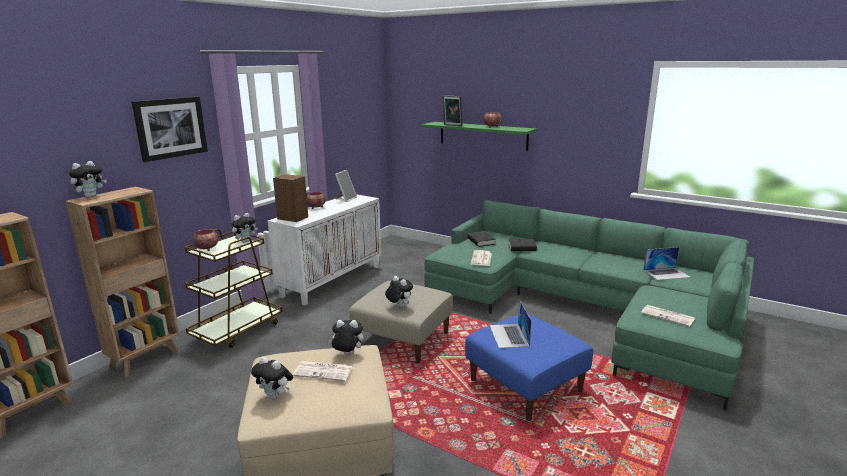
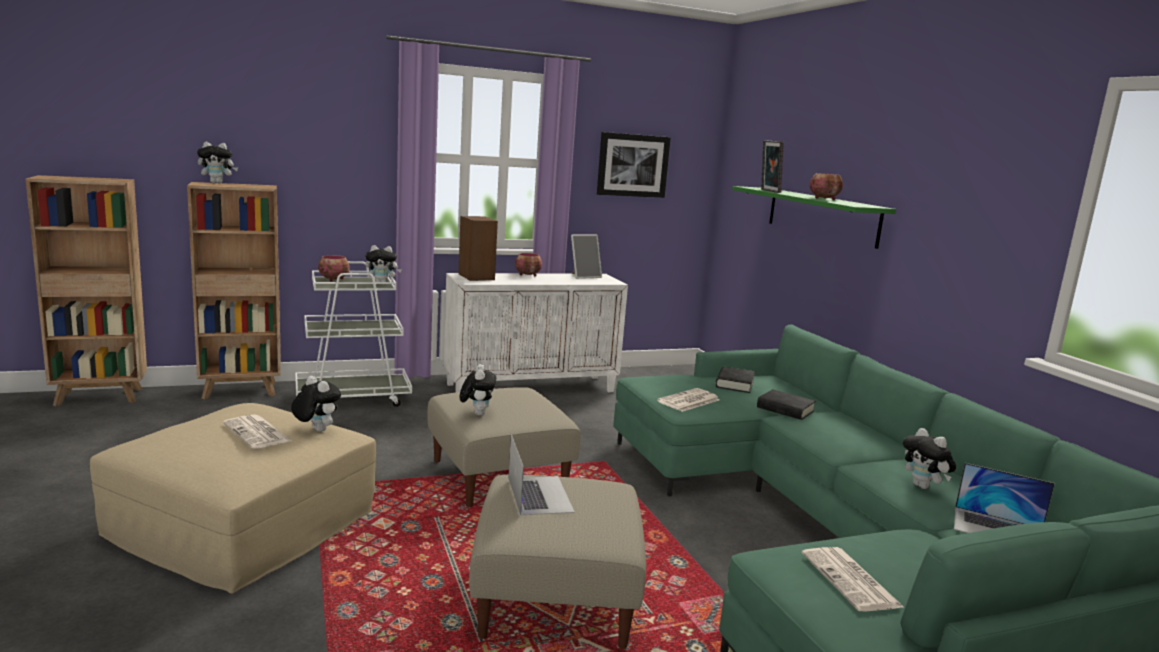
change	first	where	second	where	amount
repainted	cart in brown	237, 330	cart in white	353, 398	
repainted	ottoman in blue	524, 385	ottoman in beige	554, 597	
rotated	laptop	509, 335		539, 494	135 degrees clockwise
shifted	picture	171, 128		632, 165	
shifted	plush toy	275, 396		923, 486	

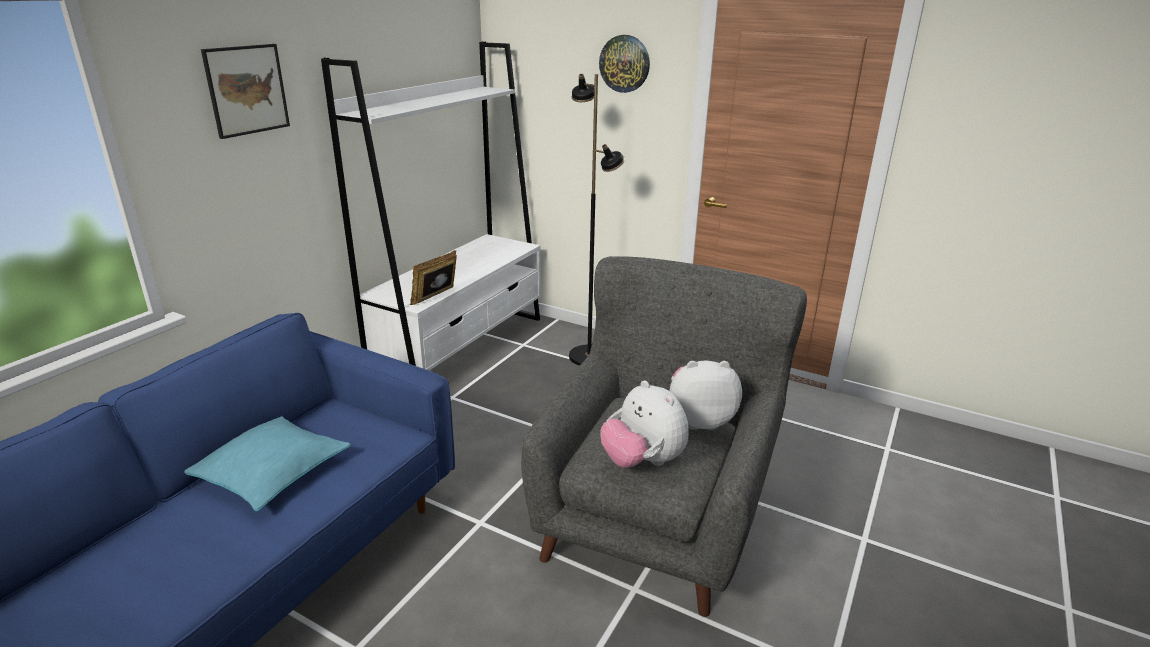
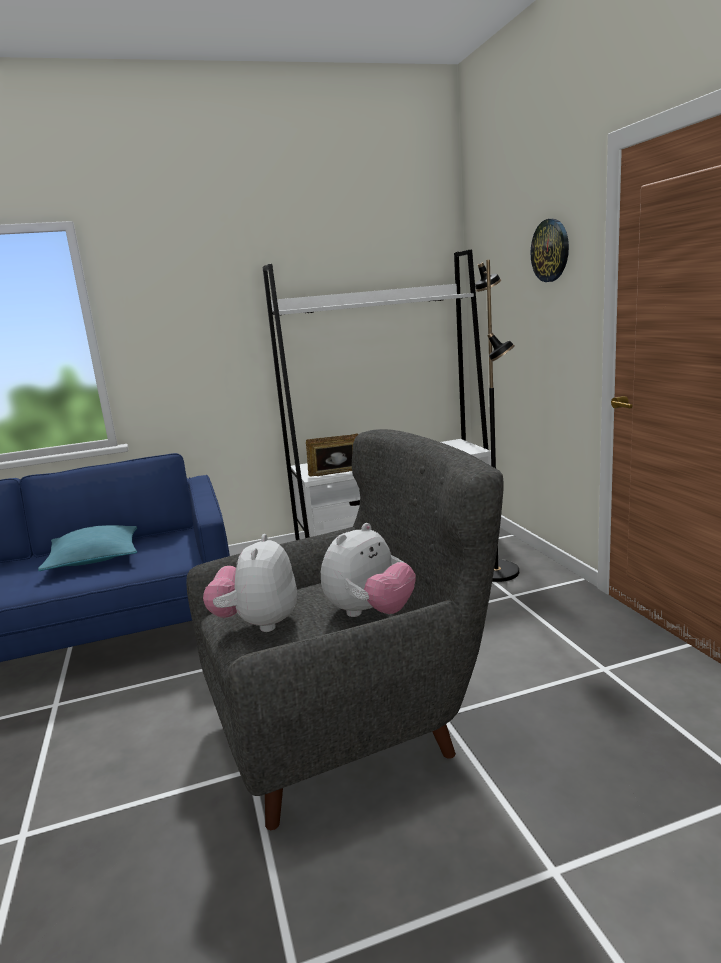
change	first	where	second	where	amount
rotated	plush toy	699, 420		370, 613	90 degrees clockwise
gone	picture	247, 90			

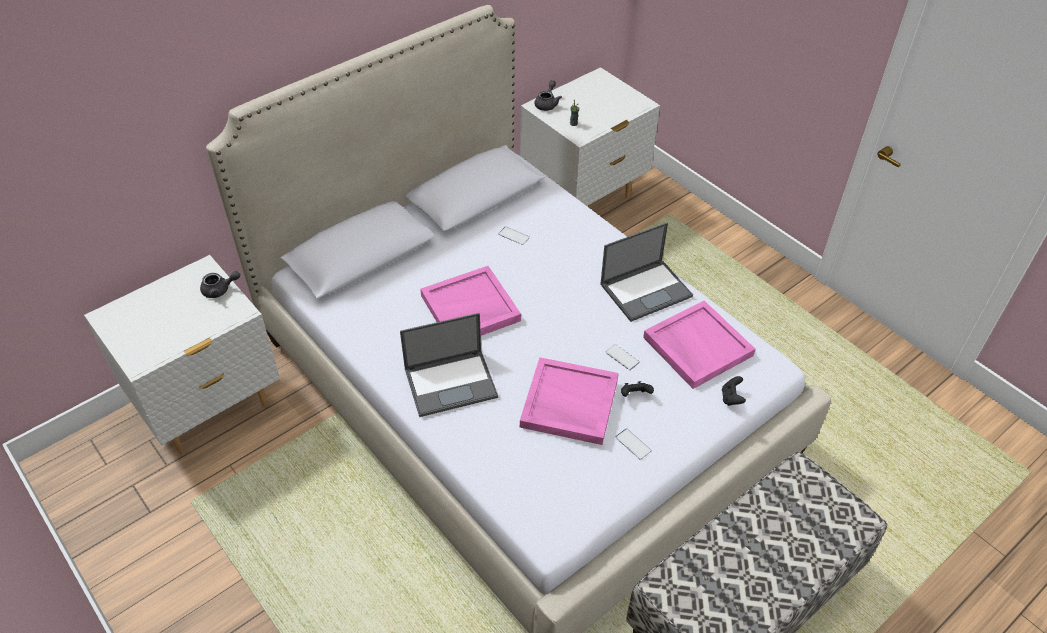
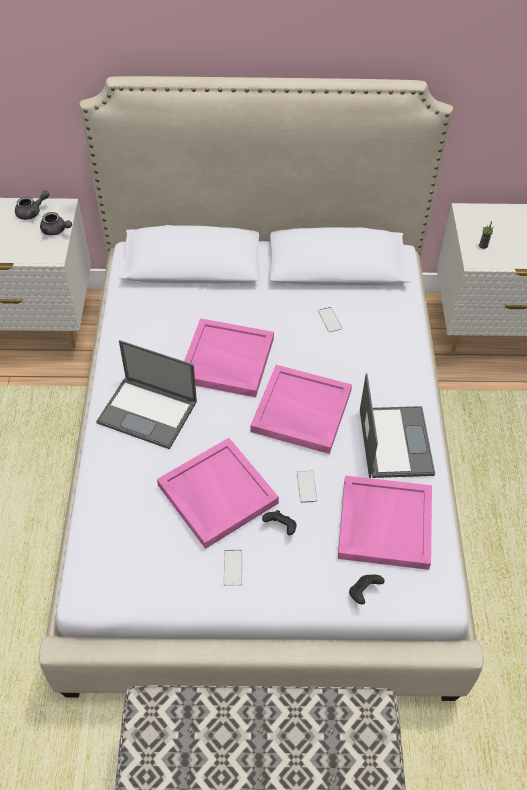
change	first	where	second	where	amount
shifted	teapot in grey	547, 104		32, 212	
new			tray in pink	300, 411	
rotated	laptop	646, 290		395, 441	105 degrees counterclockwise

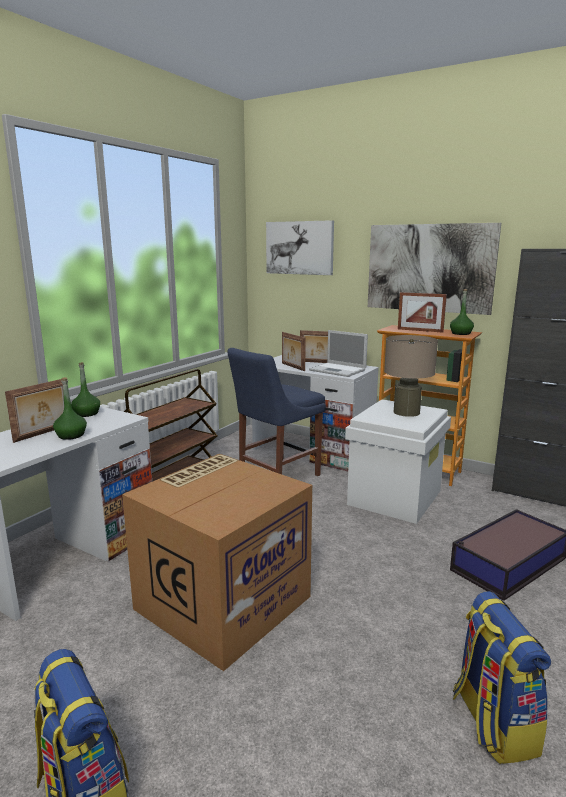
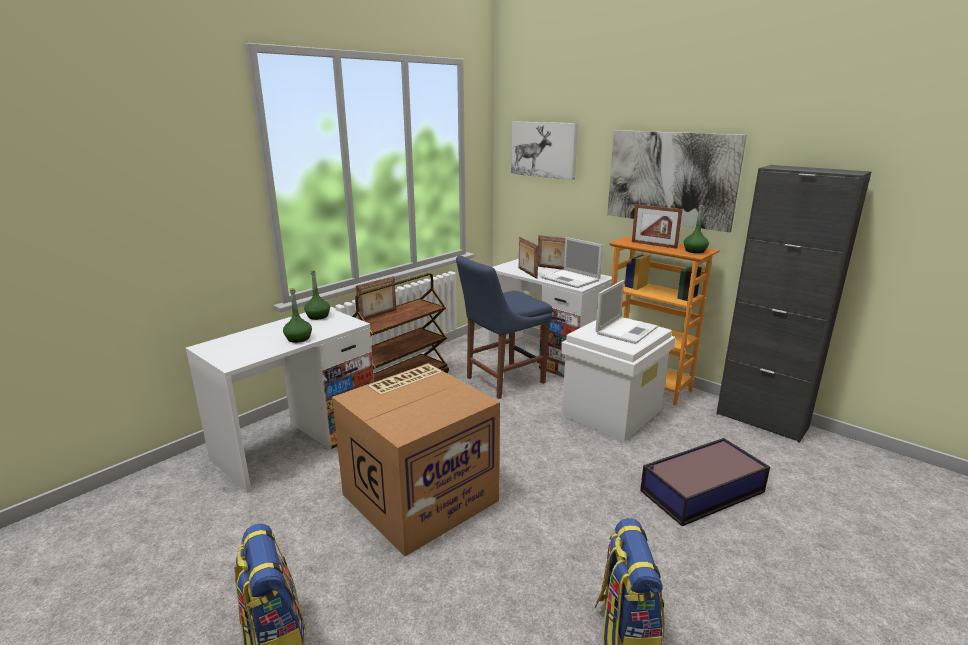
change	first	where	second	where	amount
shifted	picture frame	44, 433		378, 315	
swapped	table lamp in beige	406, 412	laptop	626, 330	

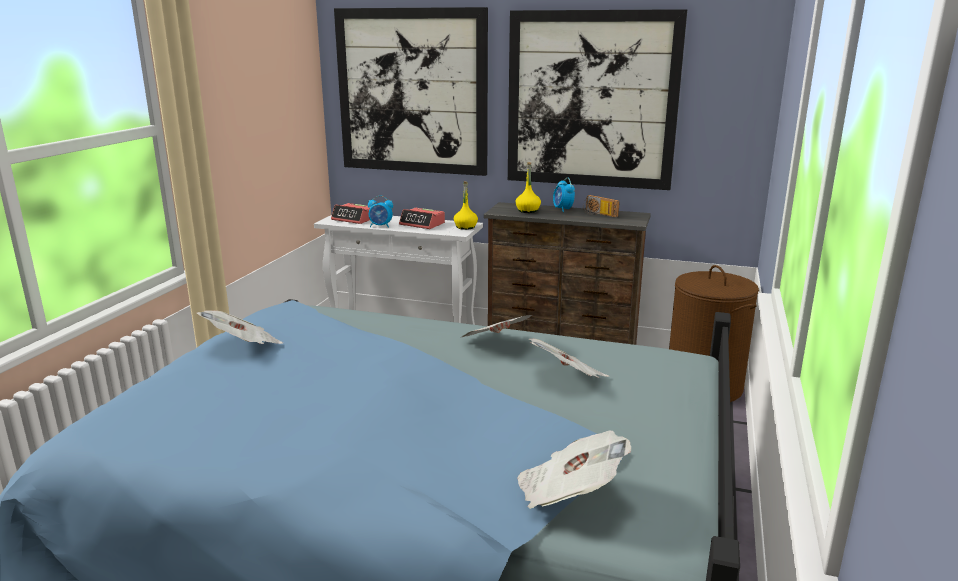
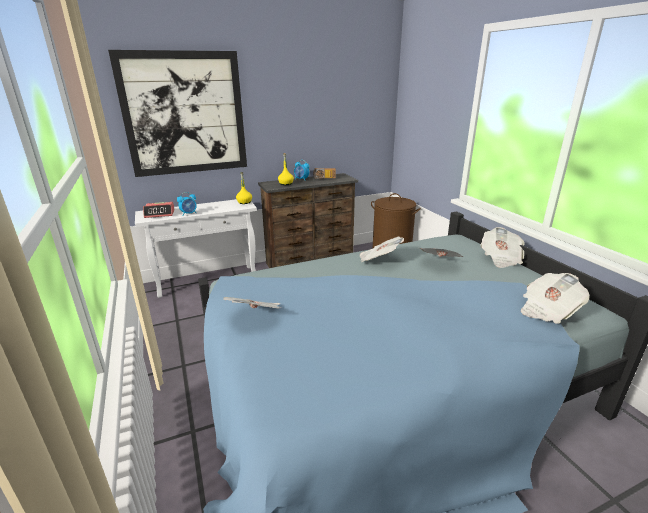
change	first	where	second	where	amount
new			newspaper	500, 258	
gone	alarm clock	422, 224			
gone	picture	591, 100			

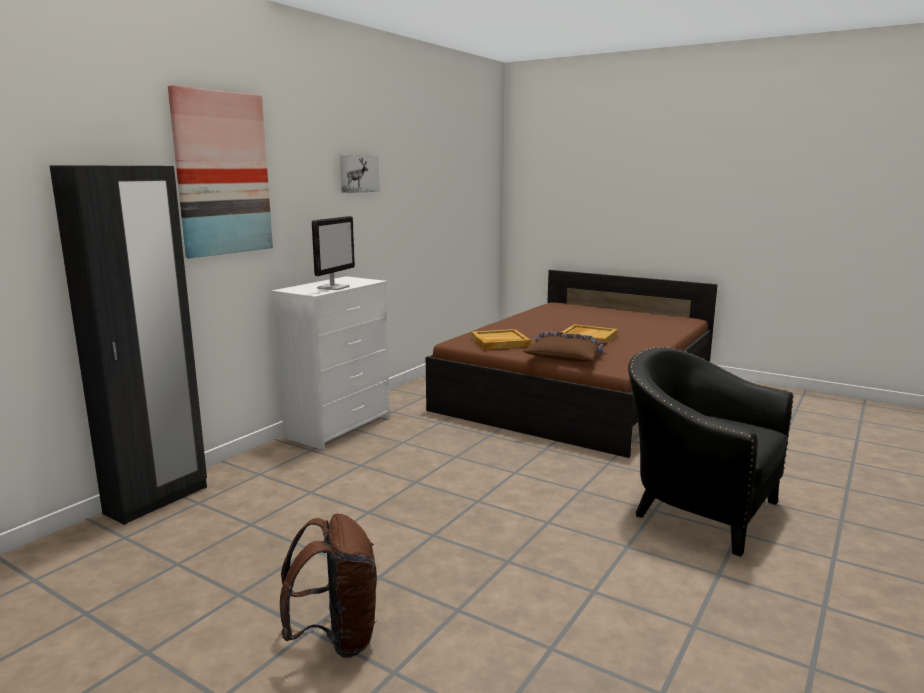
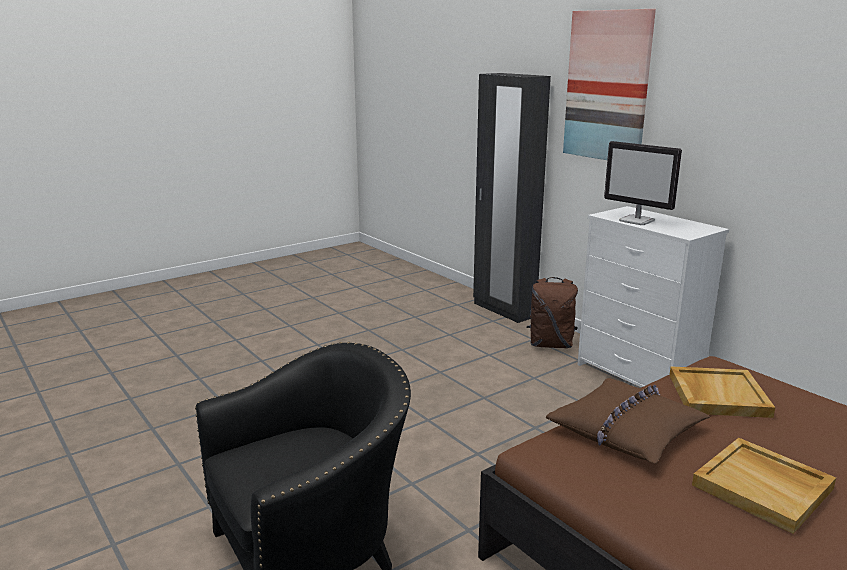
change	first	where	second	where	amount
shifted	backpack in brown	336, 638		551, 344	
gone	picture	358, 174			

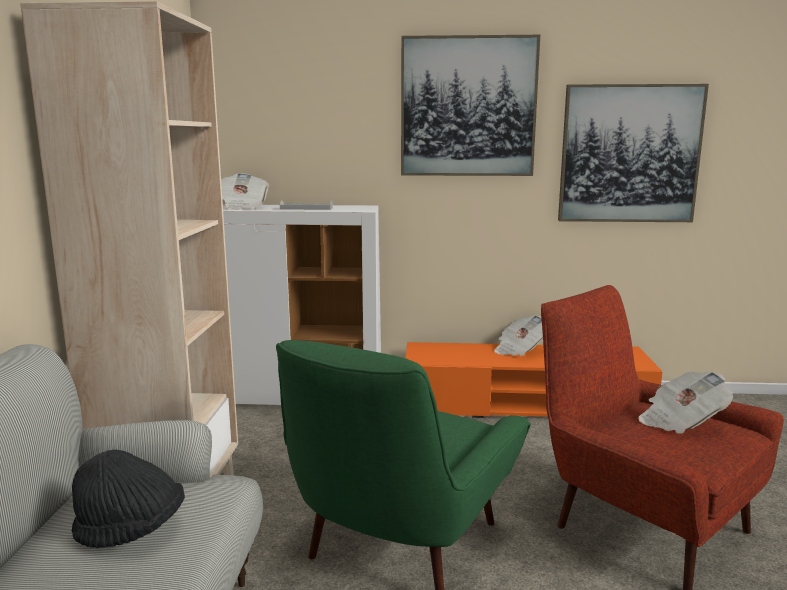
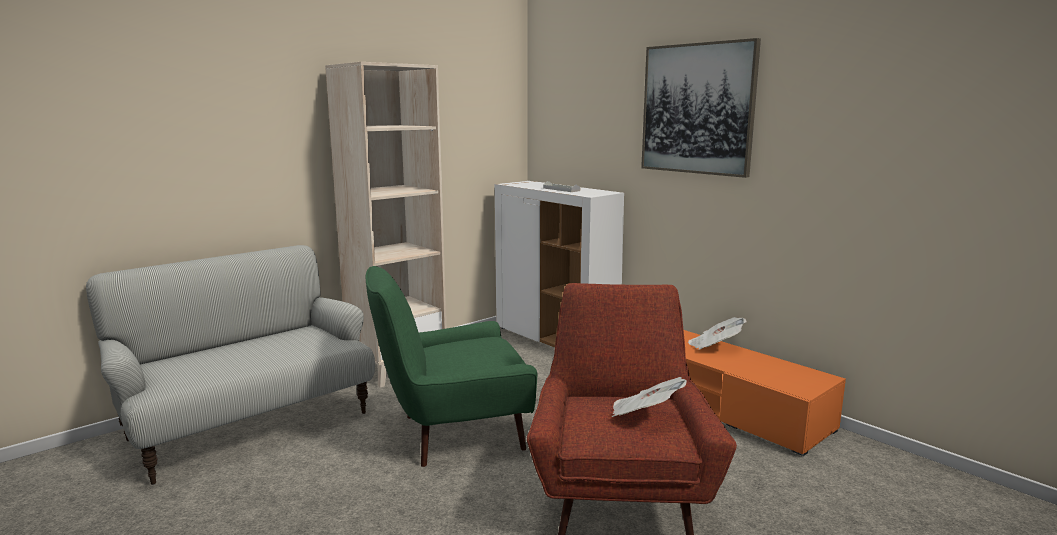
change	first	where	second	where	amount
gone	hat in black	131, 531			
gone	newspaper	242, 207			
gone	picture	629, 154			

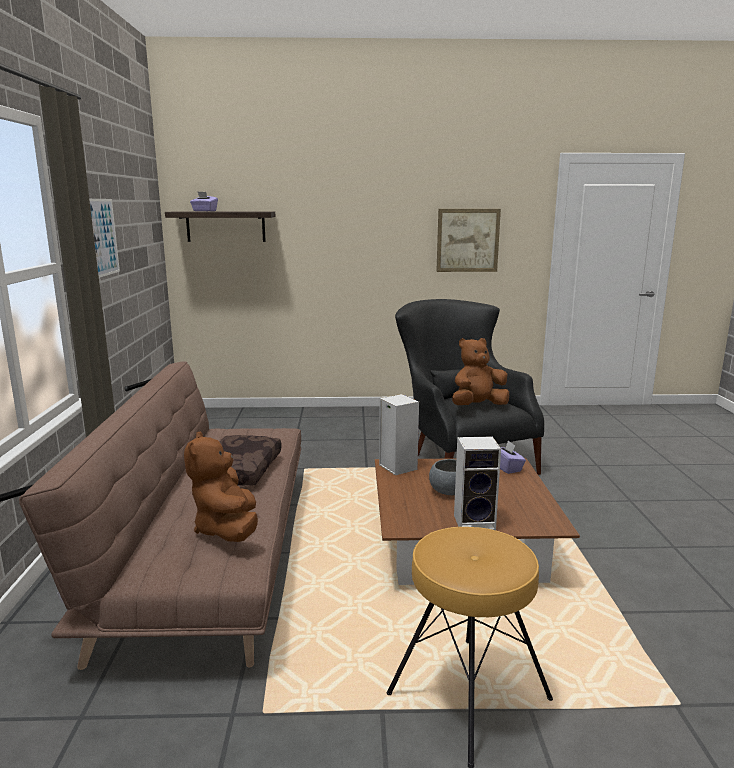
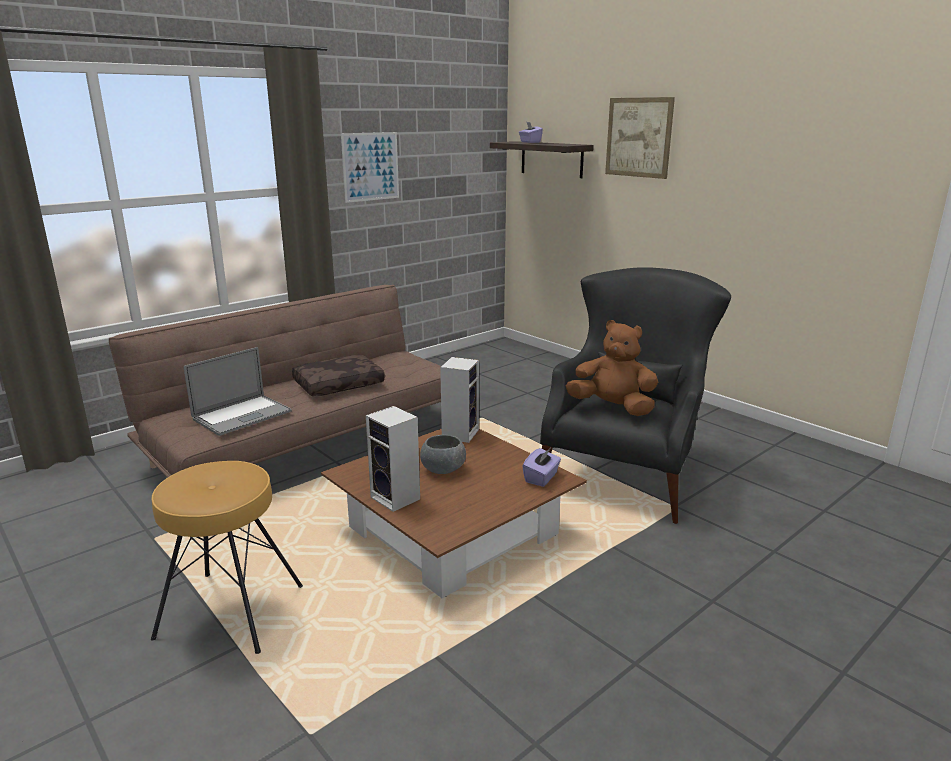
change	first	where	second	where	amount
swapped	plush toy in brown	227, 529	laptop	242, 415	
shifted	picture	467, 240		638, 137	

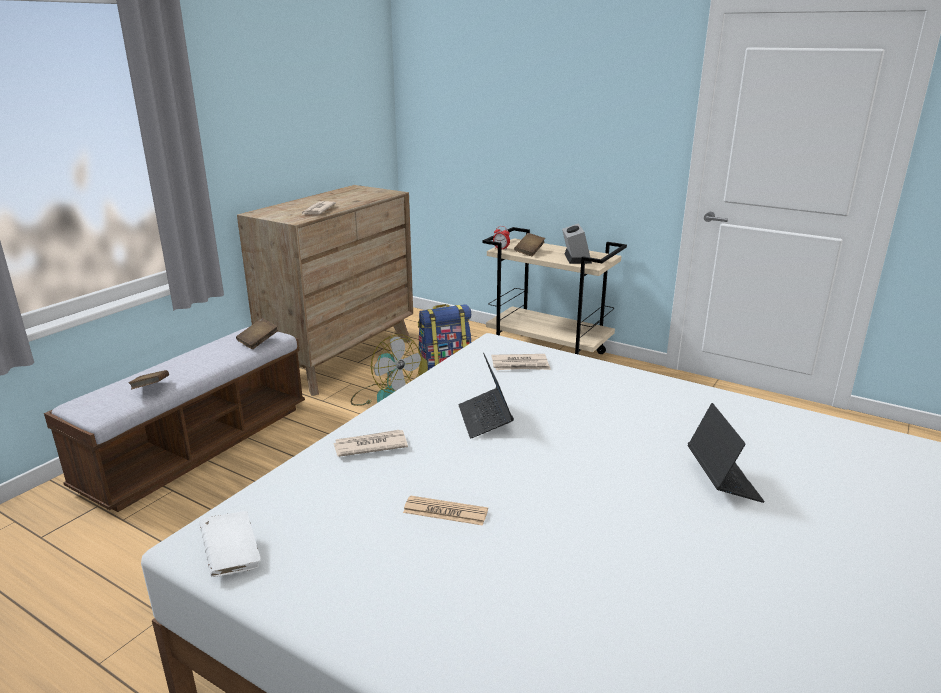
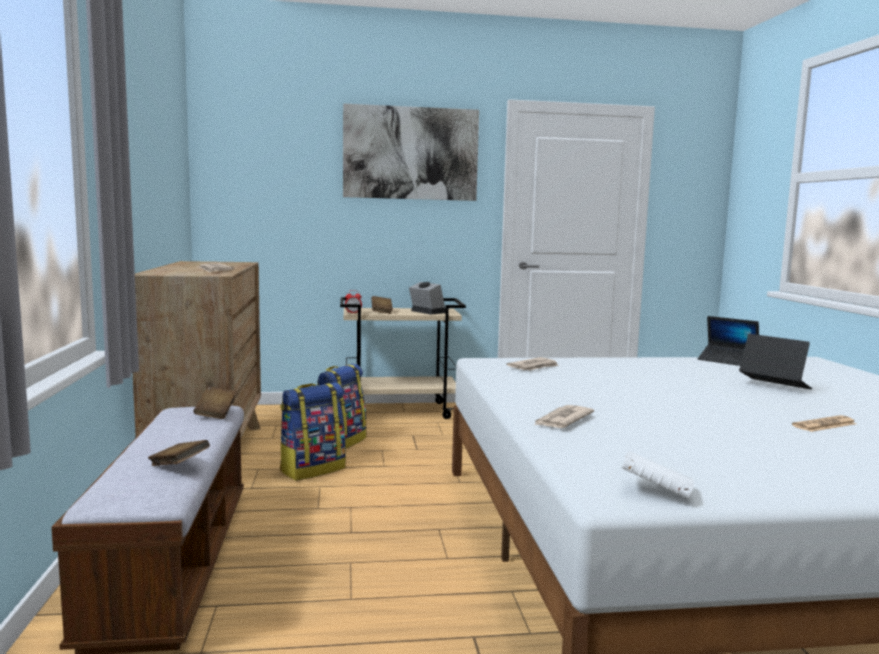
change	first	where	second	where	amount
swapped	fan	385, 397	backpack	312, 469	
new			picture	411, 153	
shifted	laptop	485, 419		727, 361	
shifted	newspaper	445, 511		824, 425	

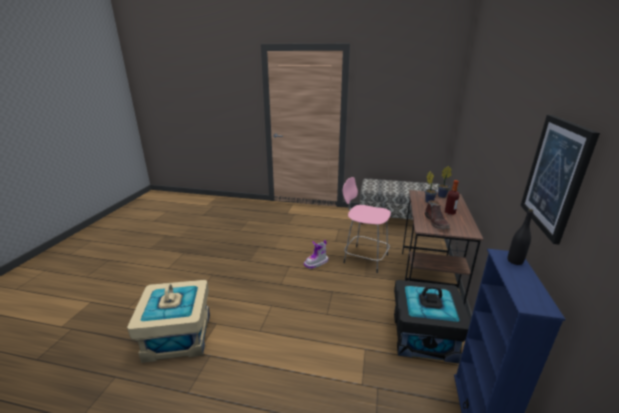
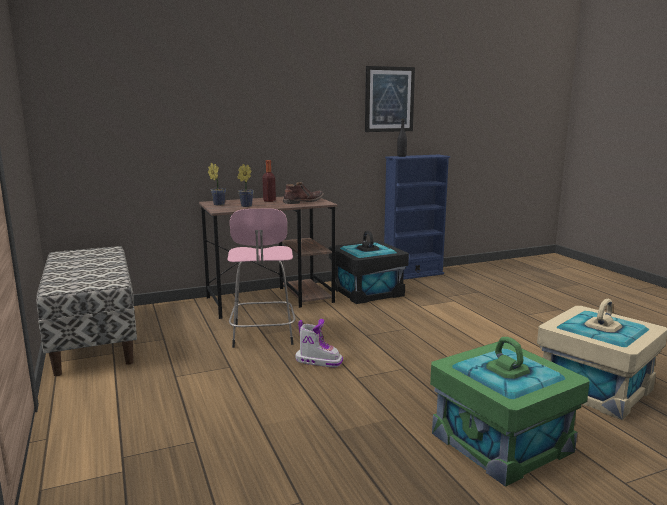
change	first	where	second	where	amount
new			storage box in green	502, 442	

